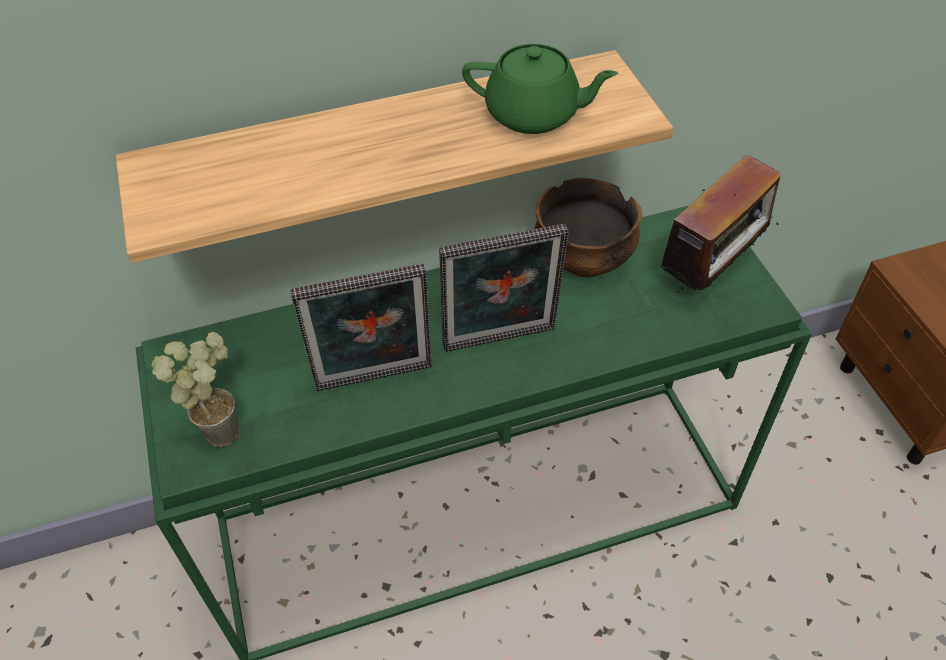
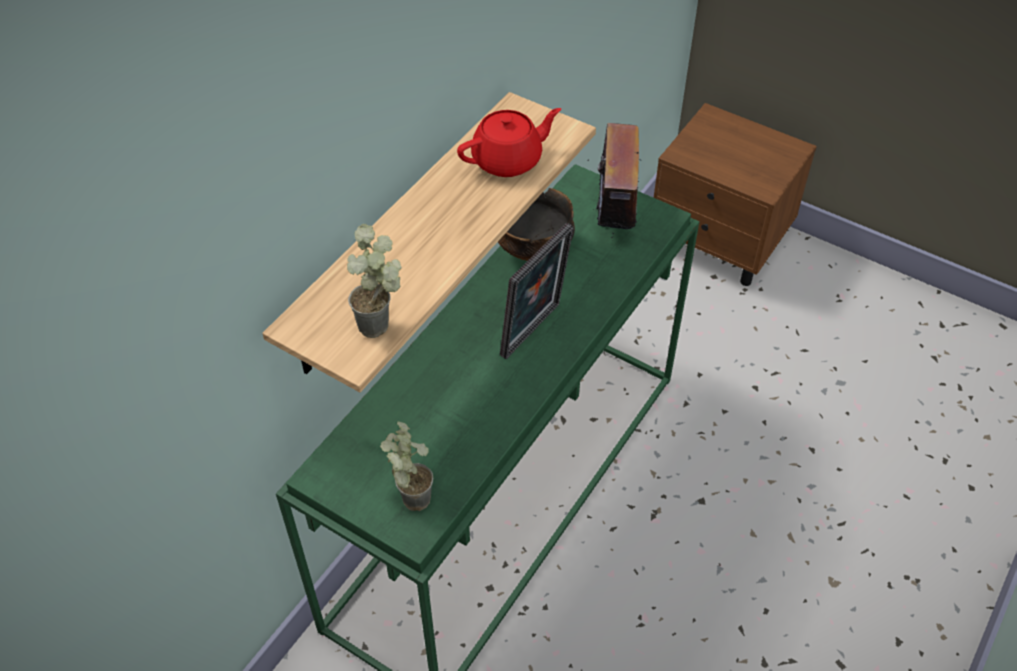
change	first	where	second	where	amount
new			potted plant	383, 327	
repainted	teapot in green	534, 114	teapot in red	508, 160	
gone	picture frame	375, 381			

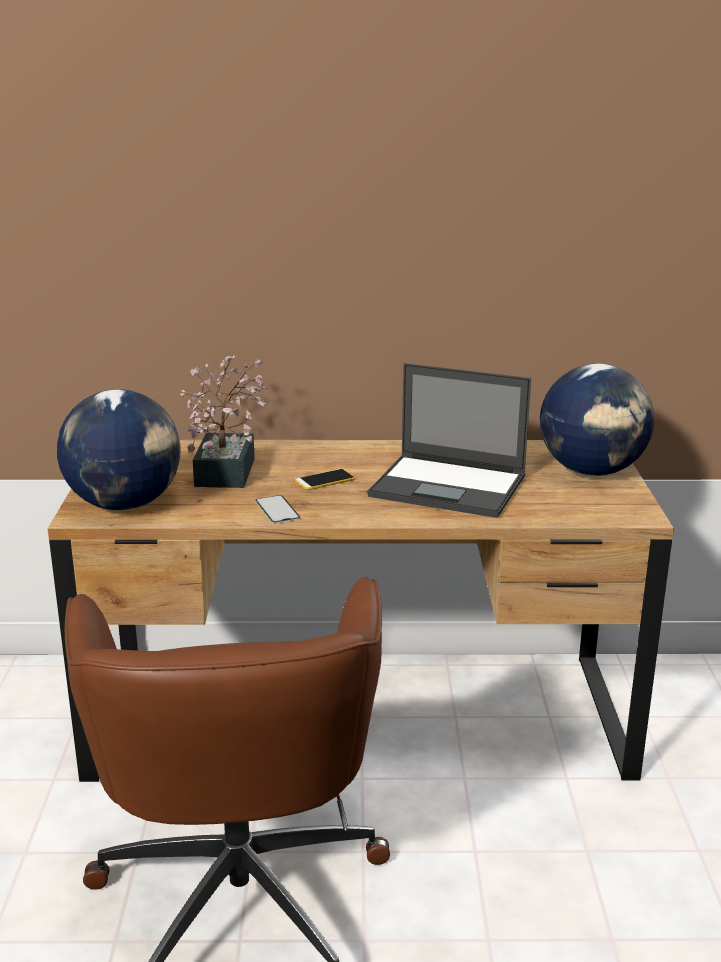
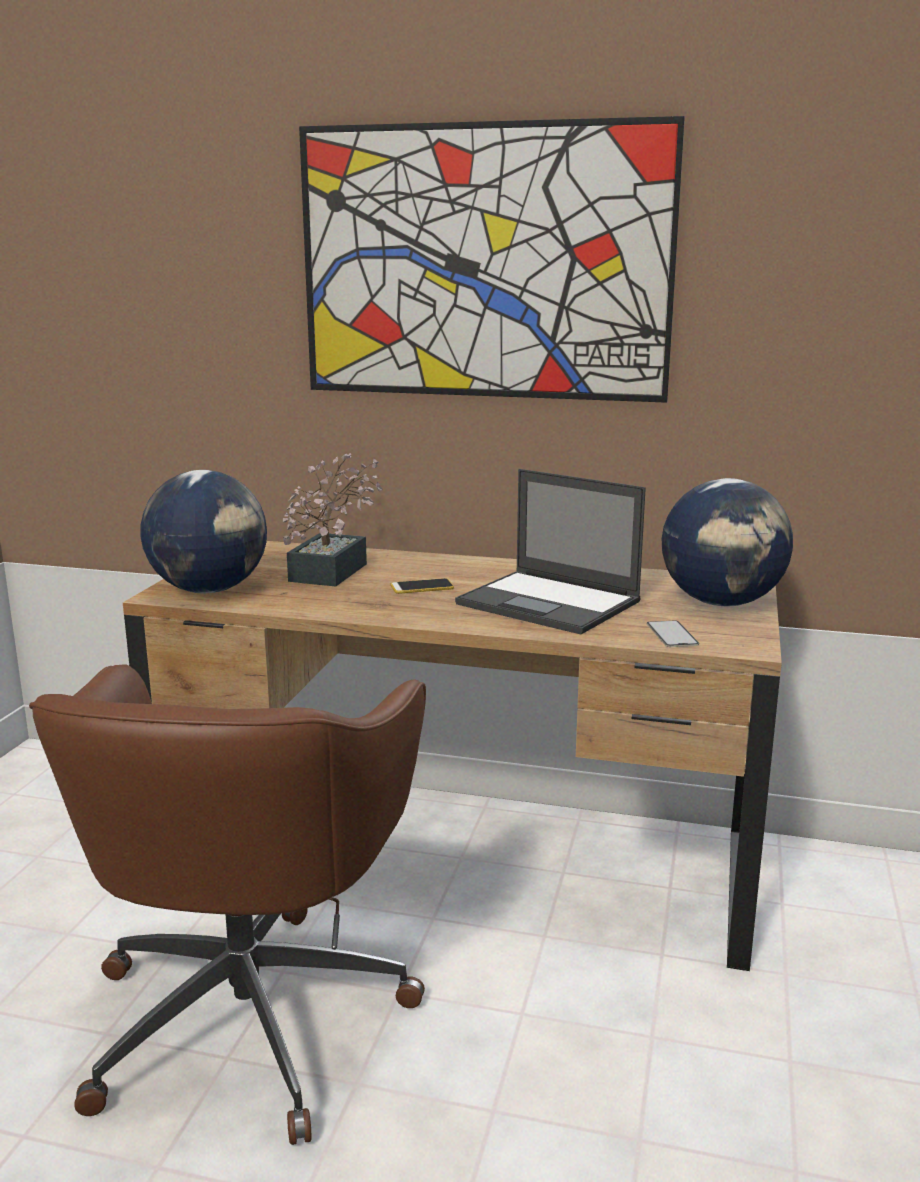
change	first	where	second	where	amount
new			picture	483, 263	
shifted	phone	277, 510		672, 634	

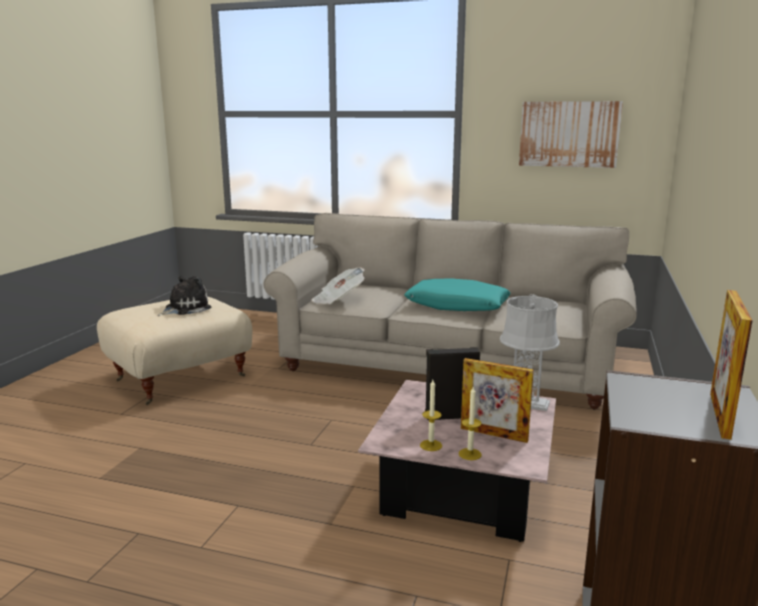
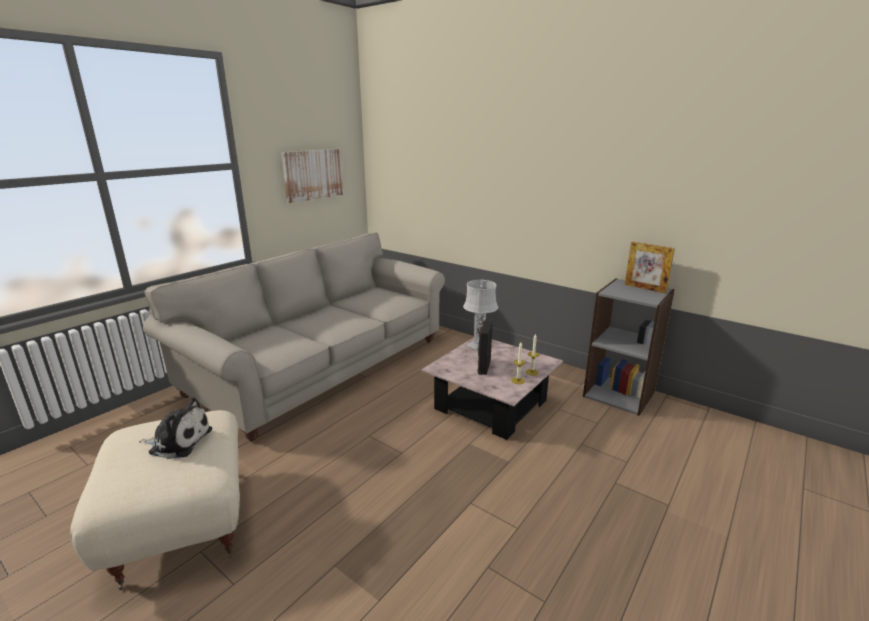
change	first	where	second	where	amount
rotated	plush toy	185, 309		178, 441	120 degrees clockwise
gone	newspaper	338, 300			
gone	pillow in turquoise	457, 306			
gone	picture frame	493, 434			

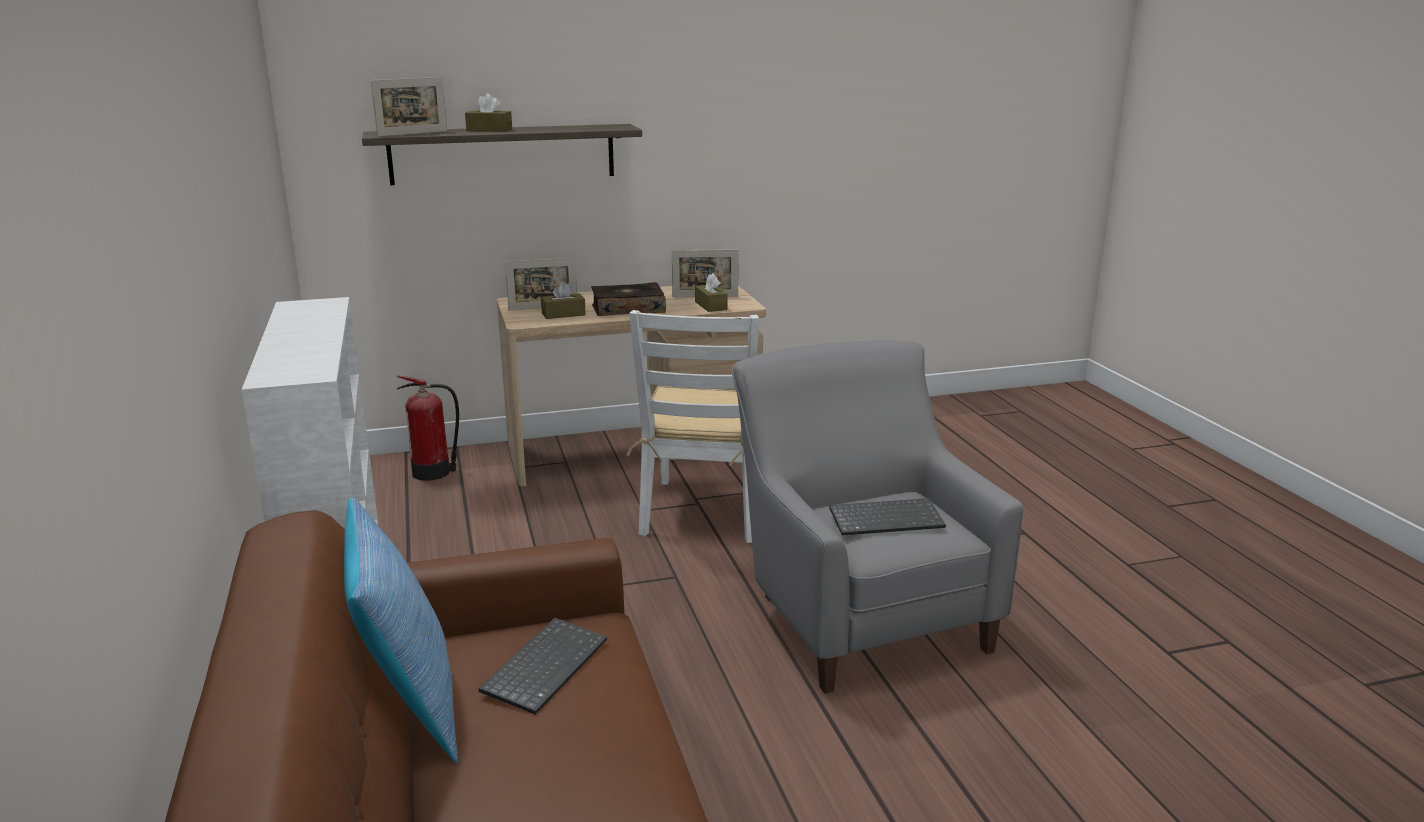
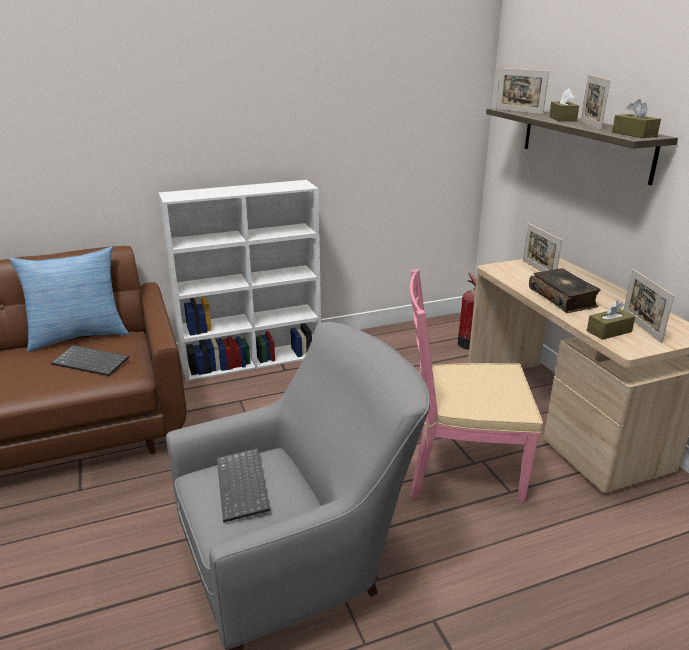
change	first	where	second	where	amount
repainted	chair in white	705, 511	chair in pink	460, 467	
new			picture frame	590, 125	
shifted	tissue box in brown	563, 314		634, 134	

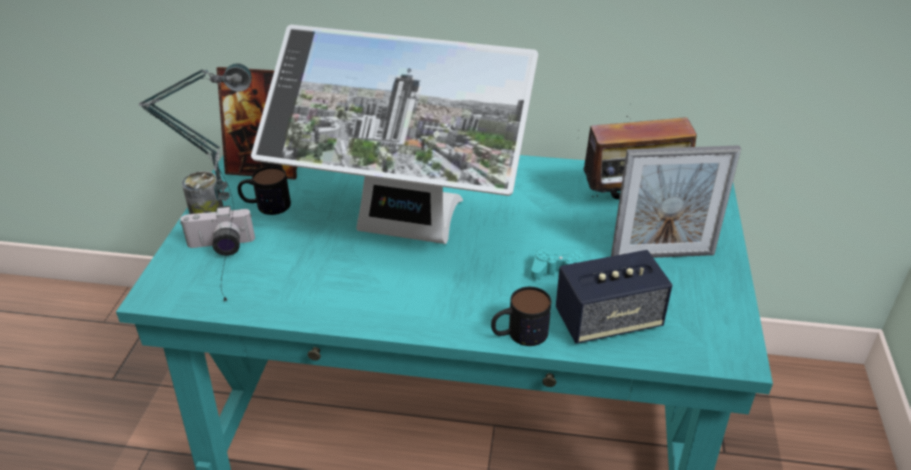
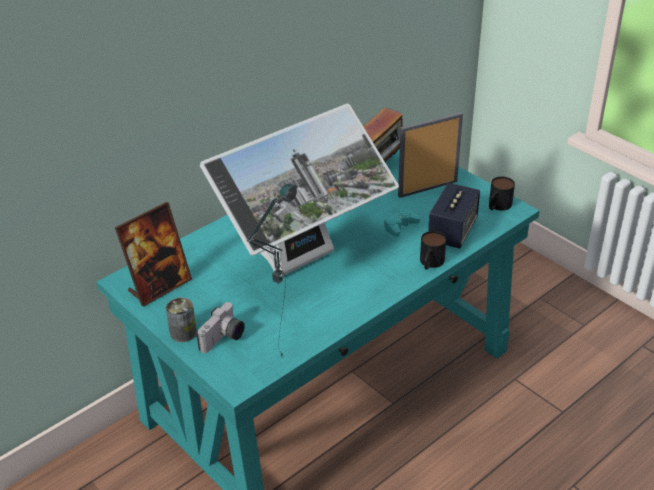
change	first	where	second	where	amount
rotated	picture frame	662, 255		427, 188	150 degrees counterclockwise
shifted	mug	265, 205		497, 206	

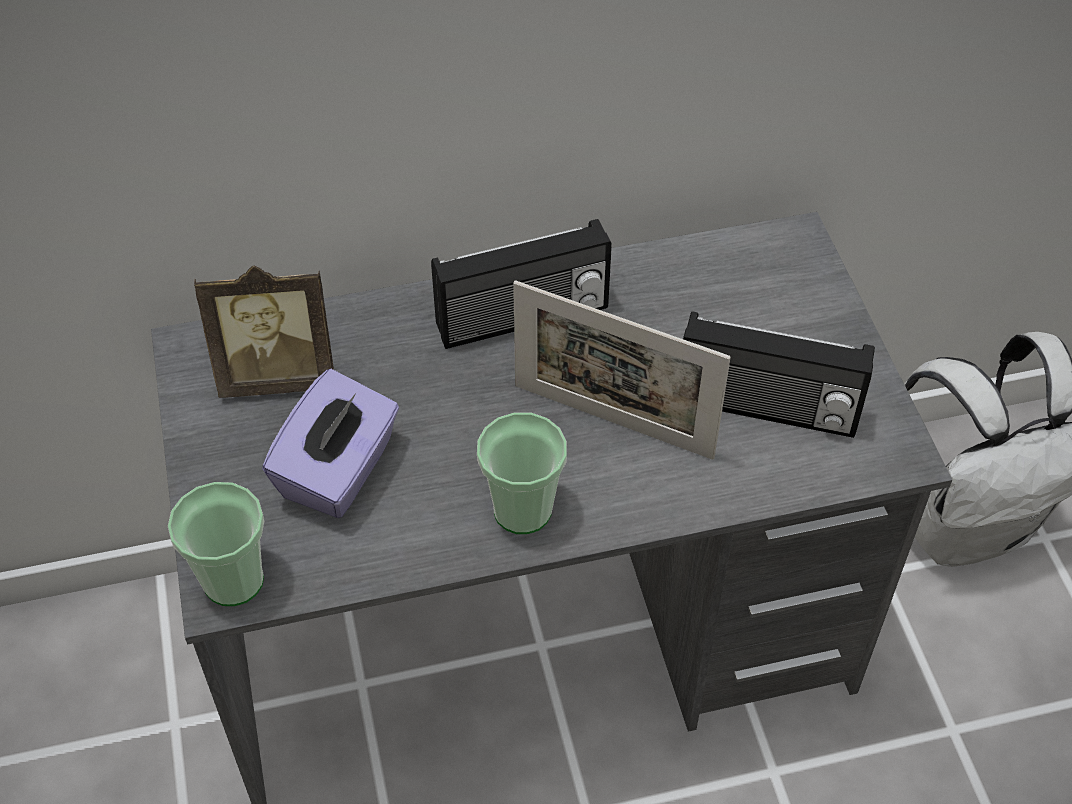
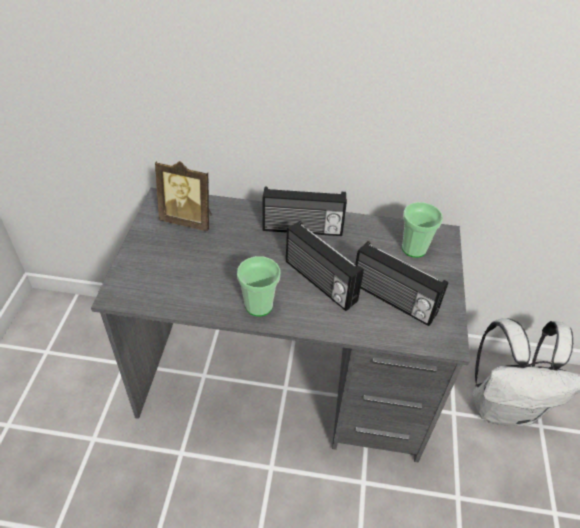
change	first	where	second	where	amount
swapped	picture frame	613, 421	radio	319, 282	
shifted	cup	233, 580		414, 248	
gone	tissue box in purple	339, 471			

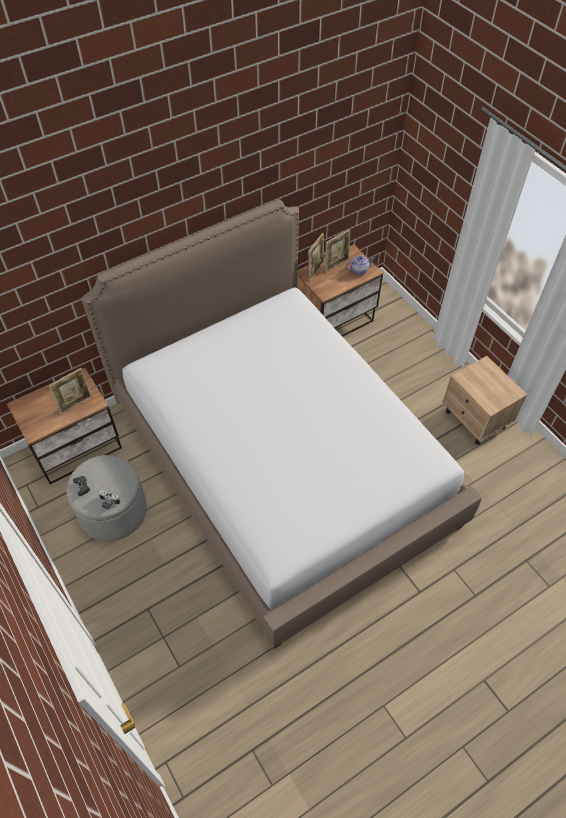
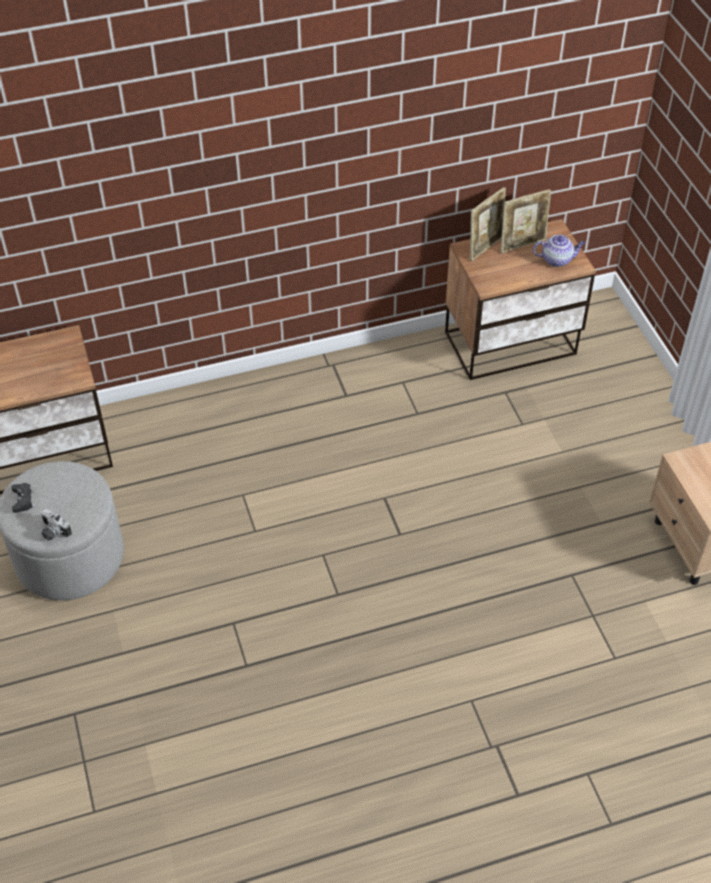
change	first	where	second	where	amount
gone	picture frame	76, 403			
gone	bed	283, 464			

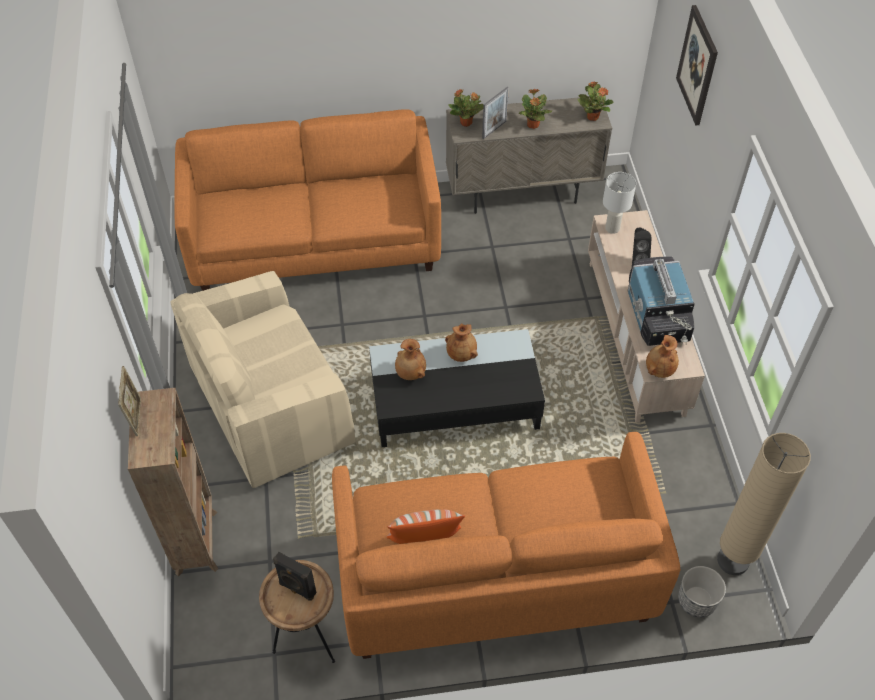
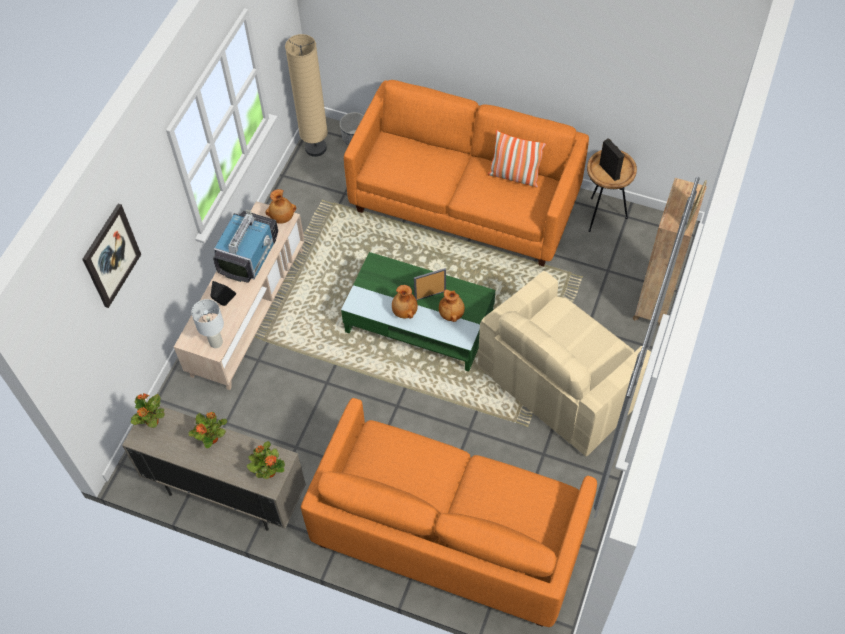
change	first	where	second	where	amount
repainted	coffee table in black	454, 402	coffee table in green	419, 322	
shifted	picture frame	494, 129		430, 295	
rotated	armchair in beige	270, 405		560, 383	135 degrees clockwise

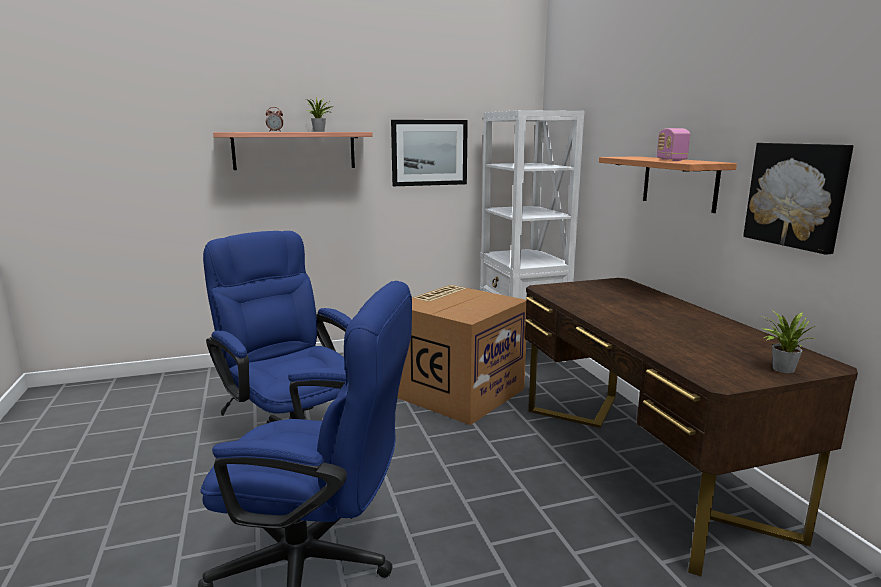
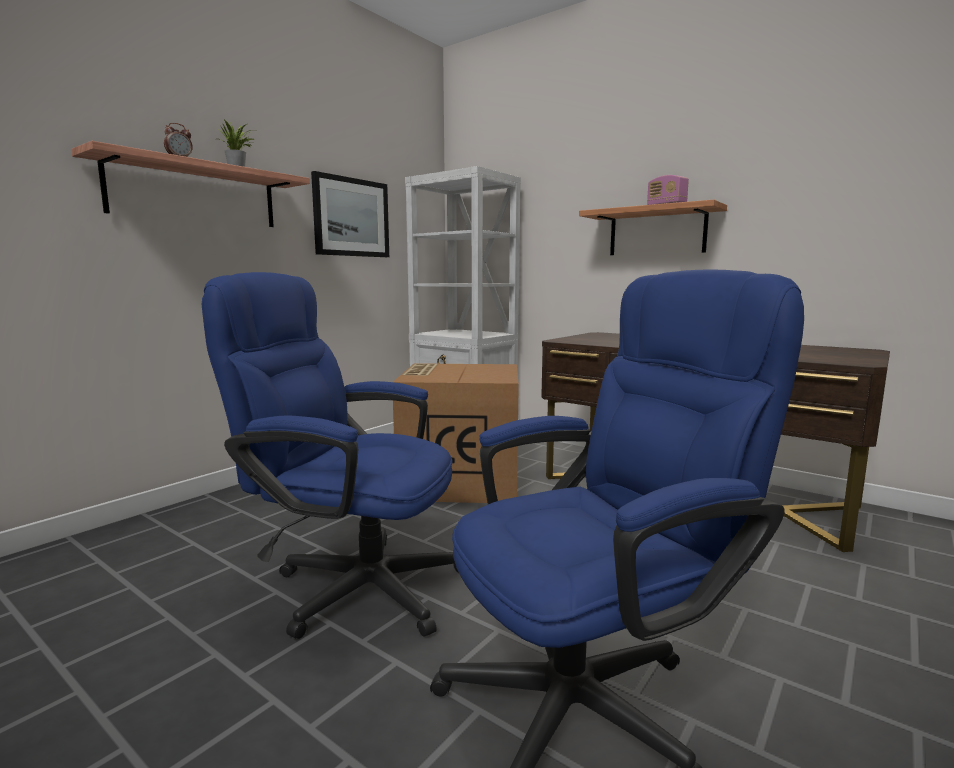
change	first	where	second	where	amount
gone	picture	797, 195			
gone	potted plant	780, 368			

